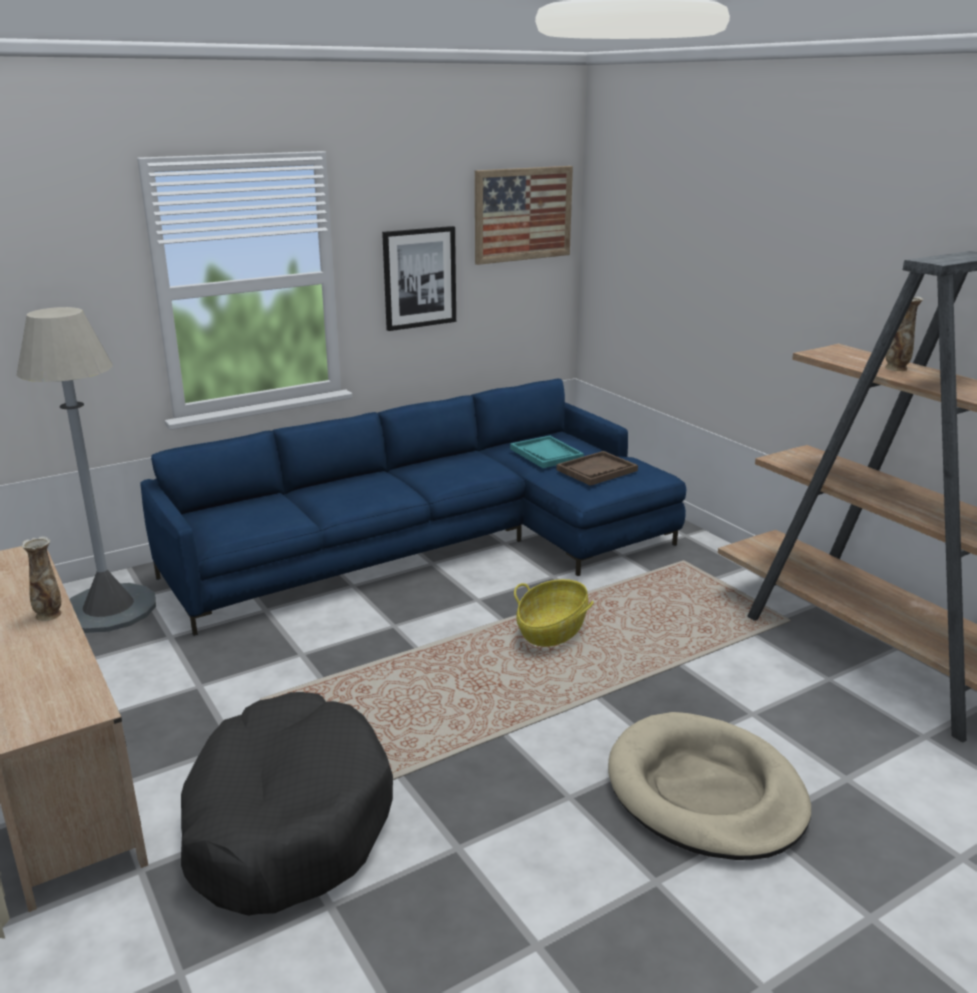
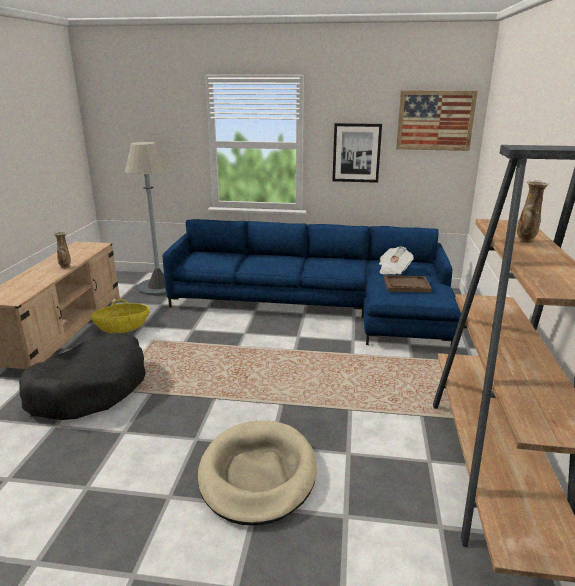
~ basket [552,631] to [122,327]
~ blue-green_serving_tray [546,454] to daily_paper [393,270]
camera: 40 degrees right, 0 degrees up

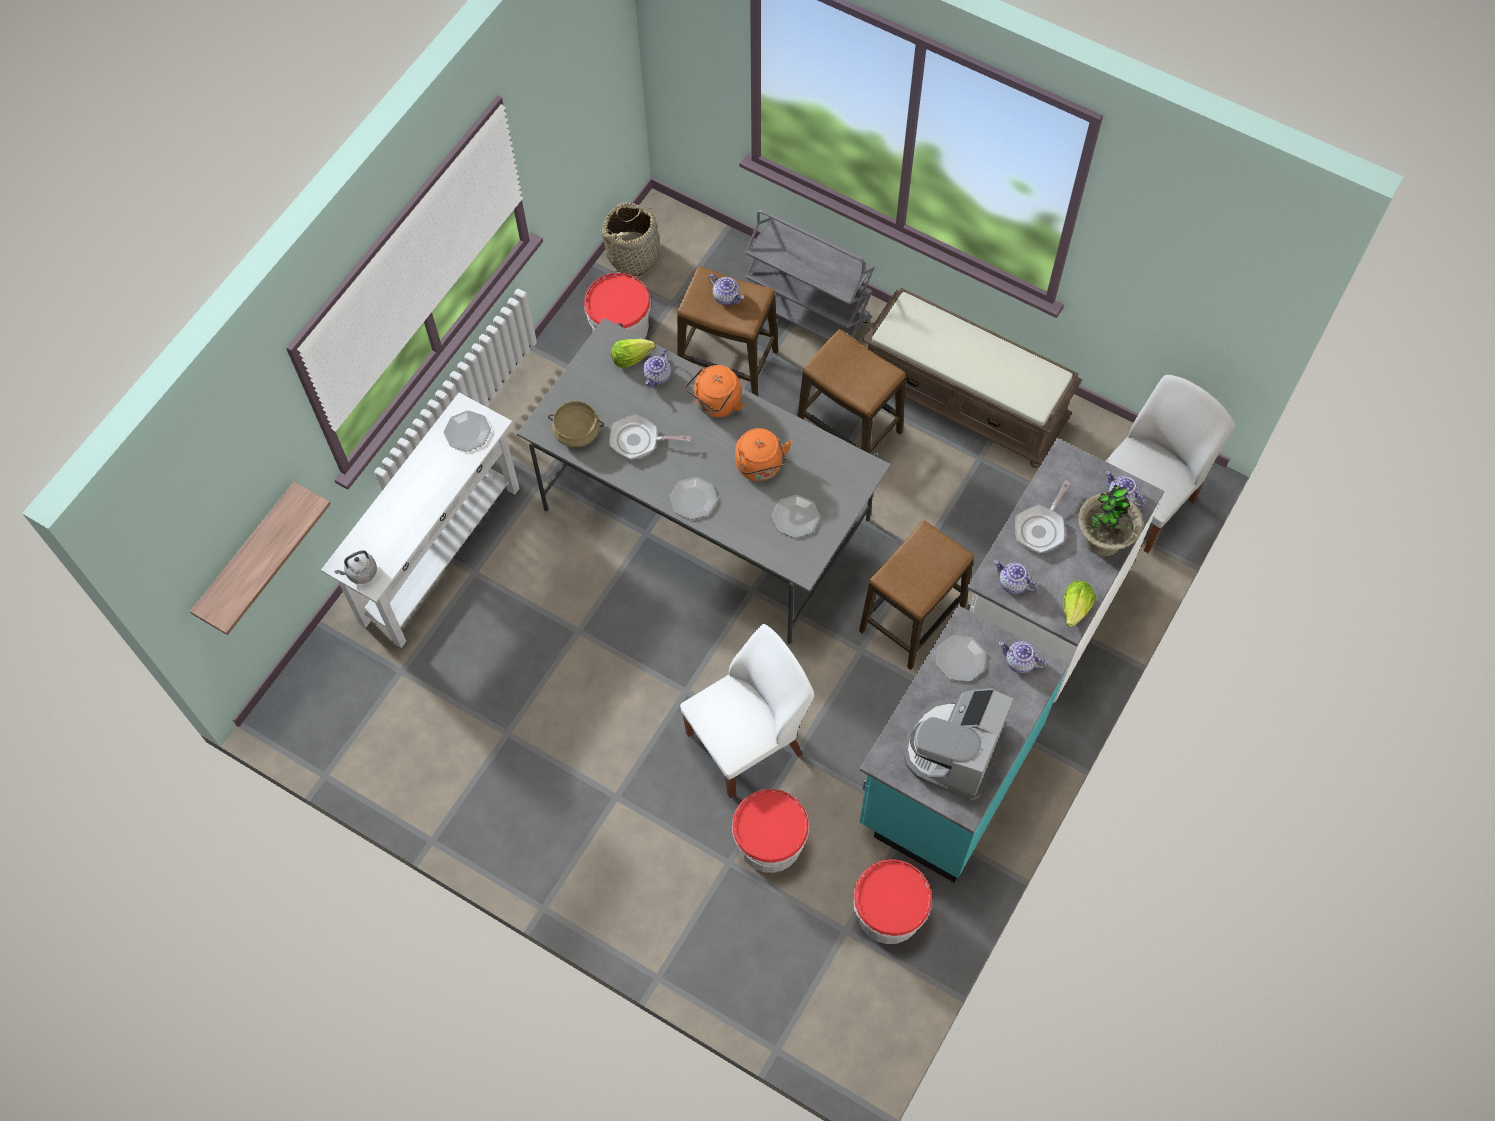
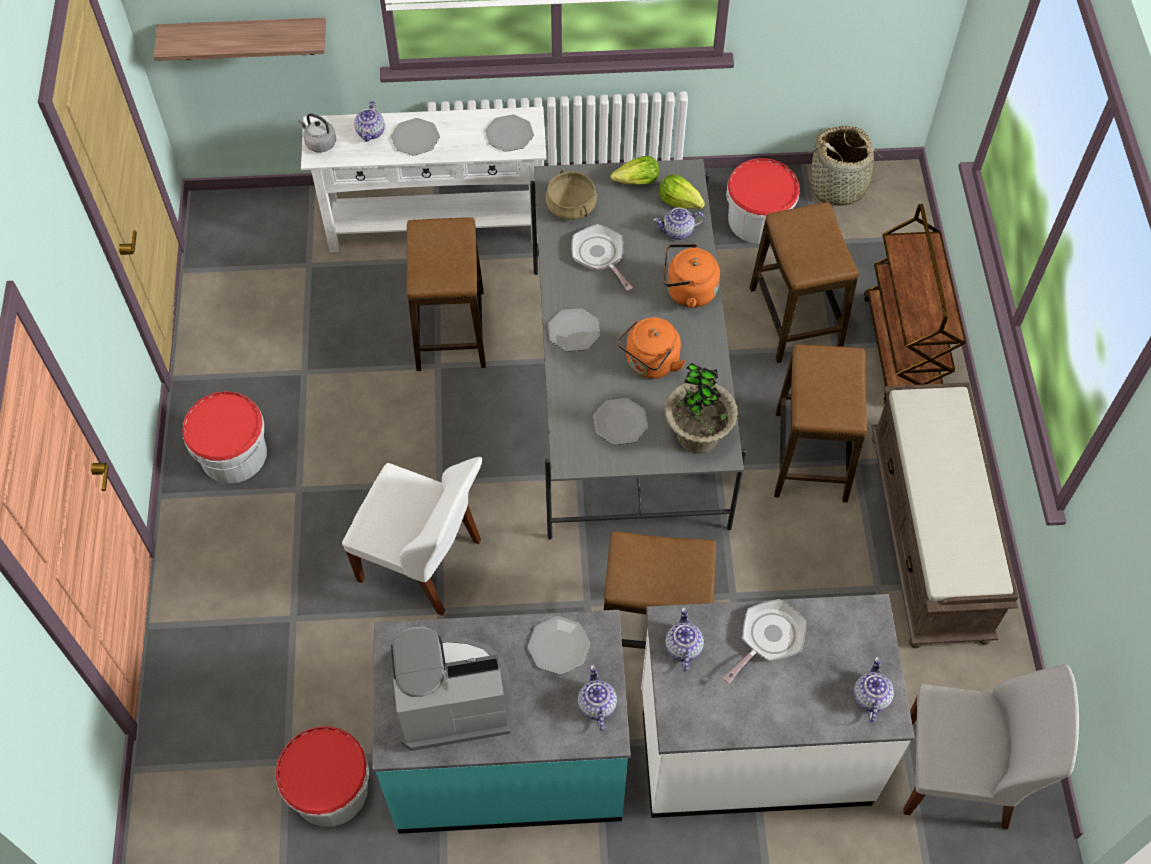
~ pail [769,841] to [233,454]
~ pot_for_tea [727,296] to [371,132]
+ dinner_plate [415,138]
+ stool_seat [450,330]
~ lettuce_head [1076,608] to [637,181]
~ houseplant [1103,539] to [697,435]
~ skillet [1041,528] = [768,638] 135 degrees clockwise
~ greyish_trolley [807,314] to brownish_trolley [902,351]
camera: 55 degrees right, 5 degrees down

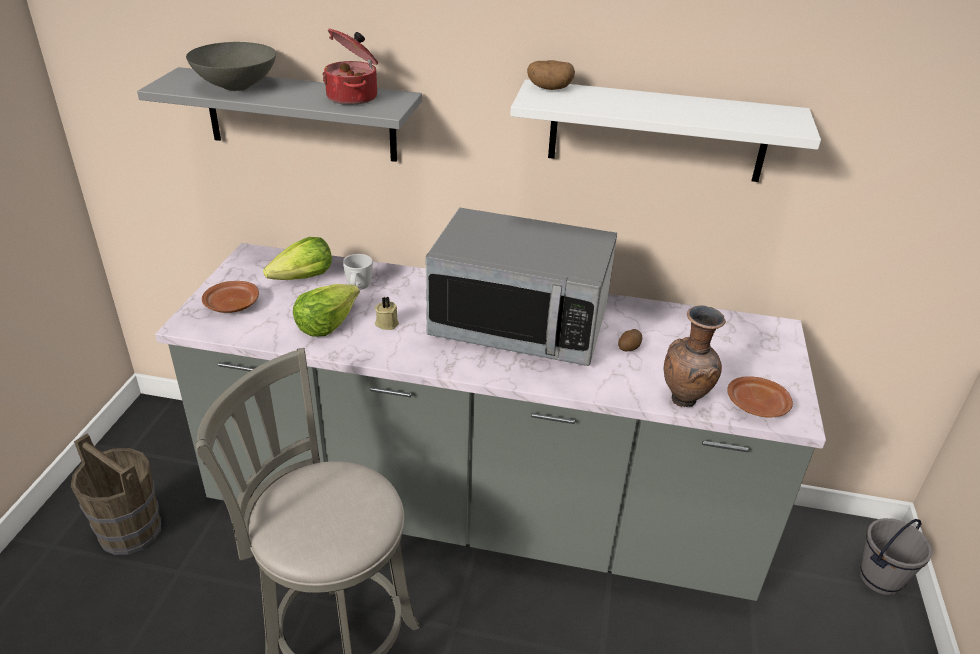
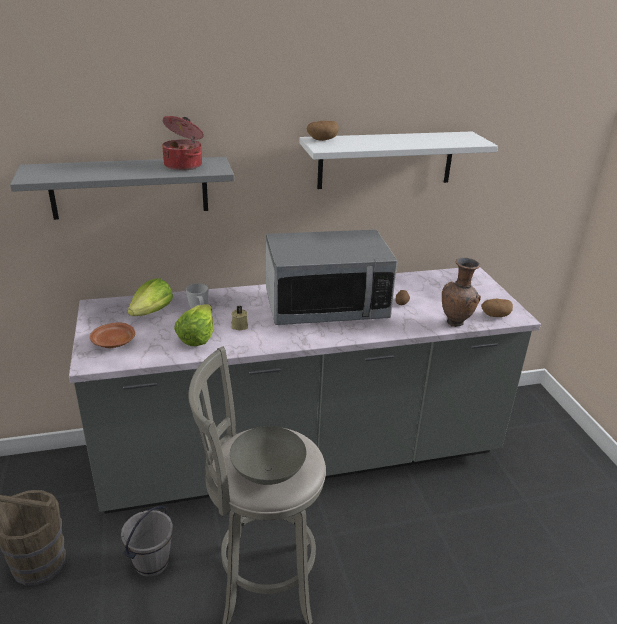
~ greyish_pail [879,578] to [151,562]
~ greyish_deep_dish [235,87] to [267,473]
~ brownish_dinner_plate [757,406] to potato [495,315]
camera: 25 degrees left, 5 degrees down

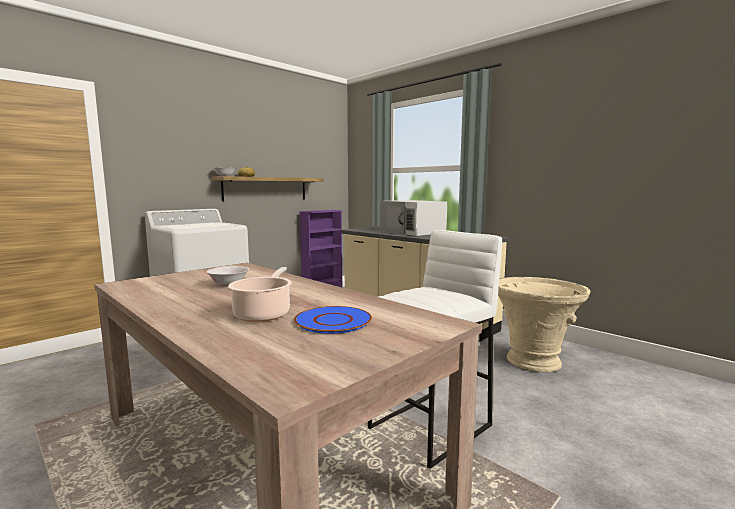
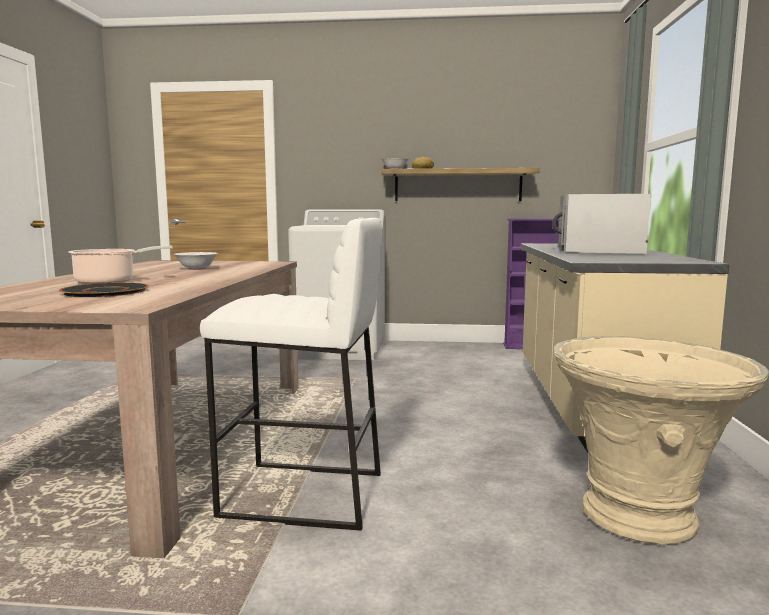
~ bluish_dinner_plate [333,321] to black-coloured_dinner_plate [106,291]
camera: 50 degrees right, 0 degrees up

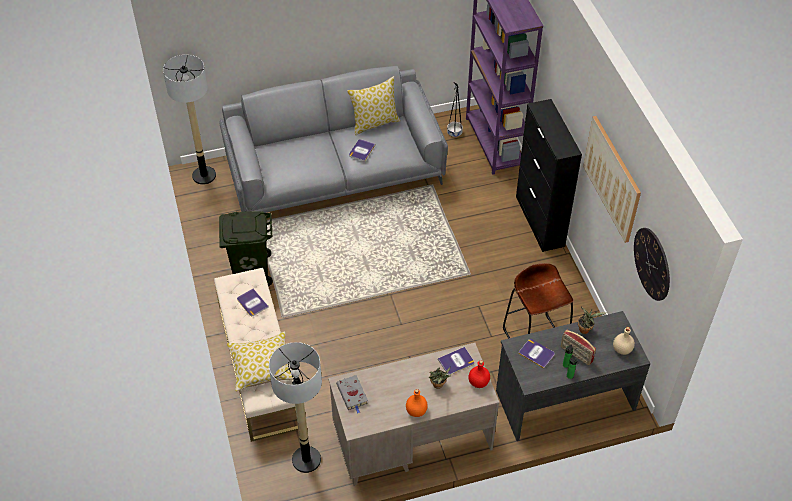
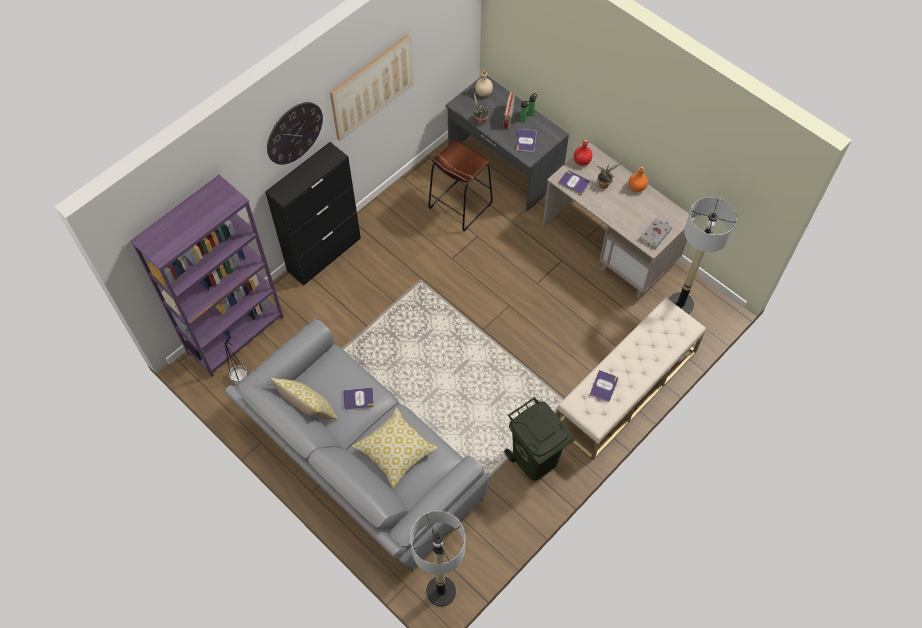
~ clock_on_the_wall [652,264] to [294,133]
~ throw_pillow [261,367] to [395,451]
camera: 120 degrees left, 10 degrees up

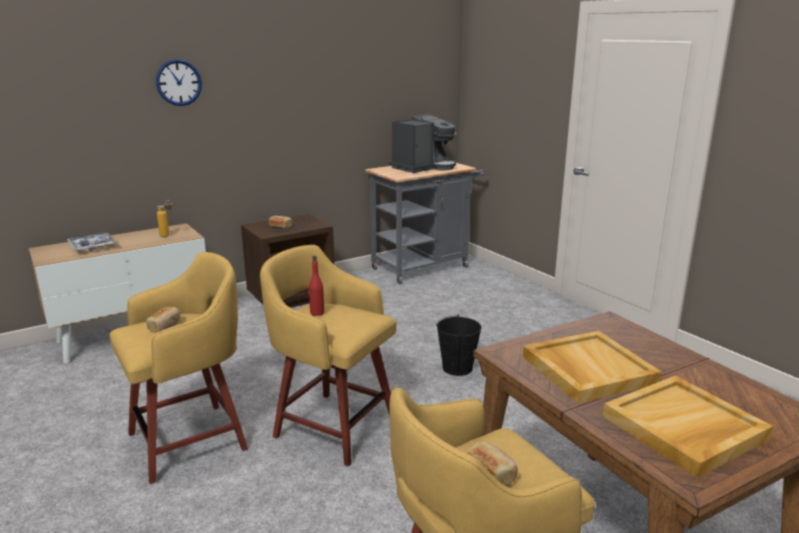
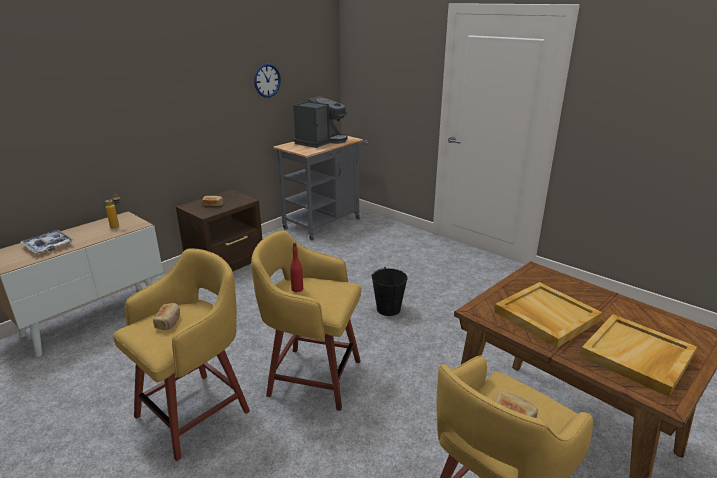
~ clock_on_the_wall [178,82] to [267,80]
camera: 15 degrees left, 5 degrees up

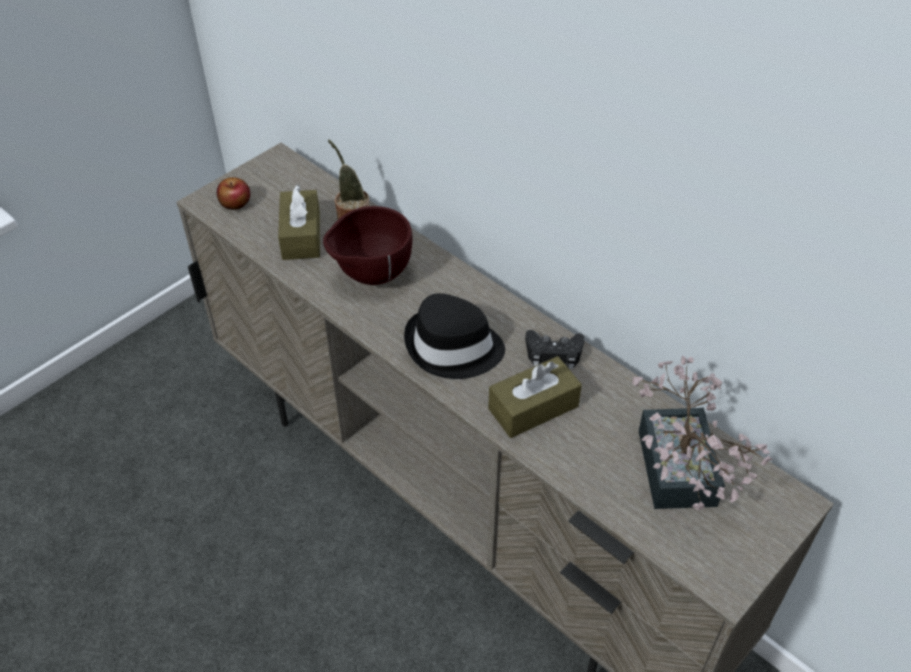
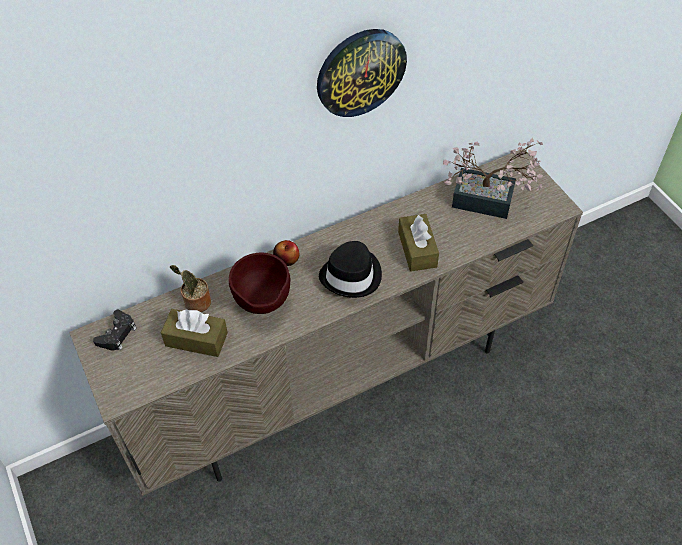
~ black-coloured_gamepad [553,353] to [117,334]
~ apple_fruit [235,203] to [287,259]
+ clock_on_the_wall [360,72]
camera: 70 degrees left, 5 degrees up

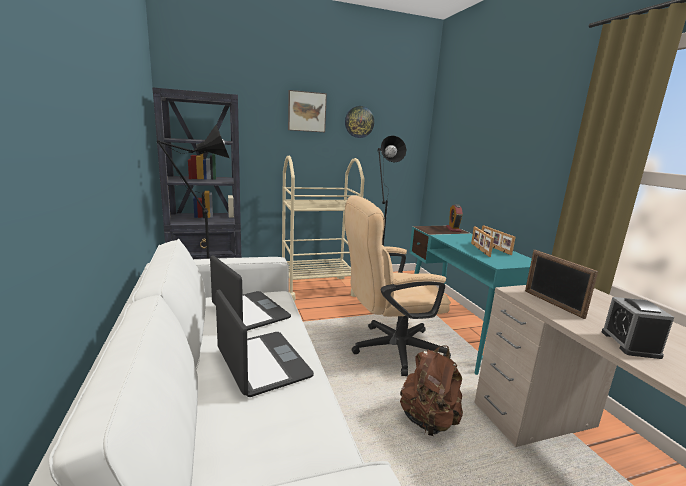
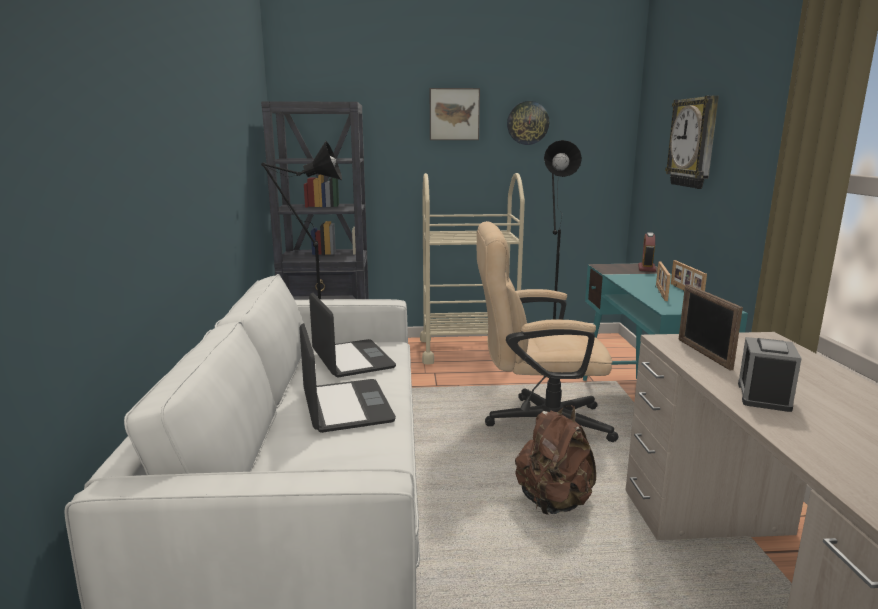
+ clock_on_the_wall [694,143]
camera: 15 degrees right, 0 degrees up

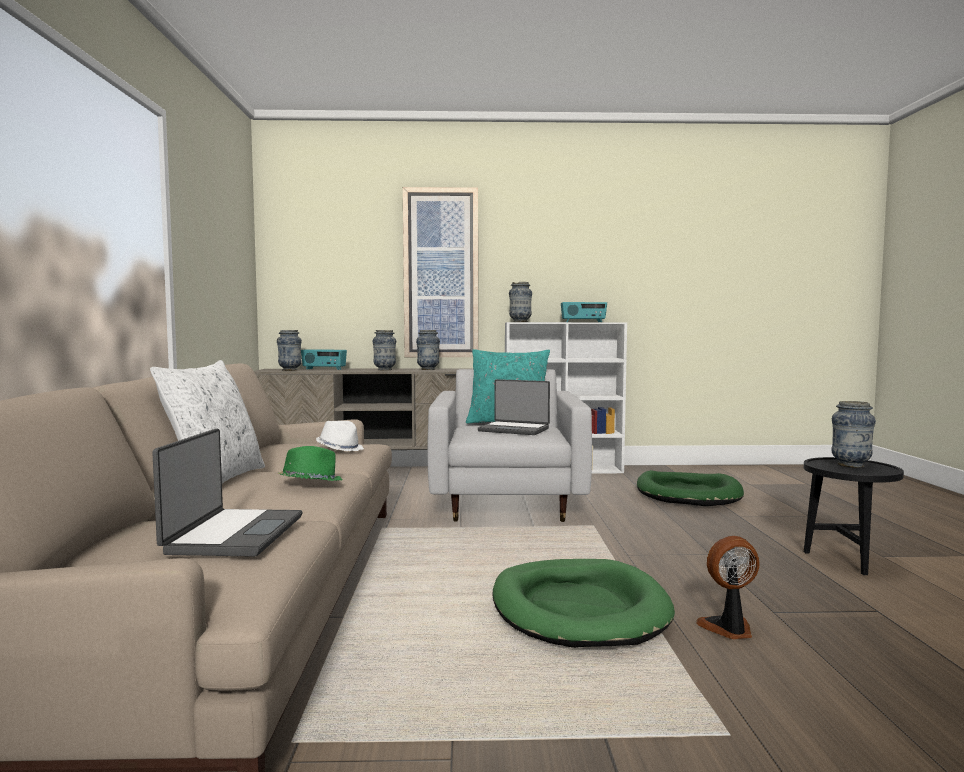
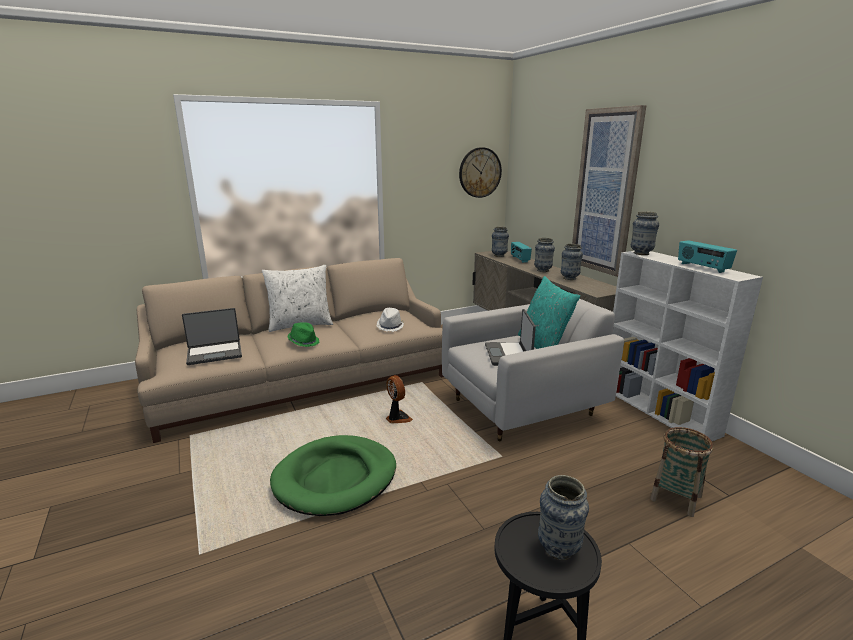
~ cooling_fan [728,629] to [397,418]
+ clock_on_the_wall [480,172]
~ green-coloured_dog_bed [688,493] to basket [676,498]
camera: 65 degrees right, 15 degrees up

